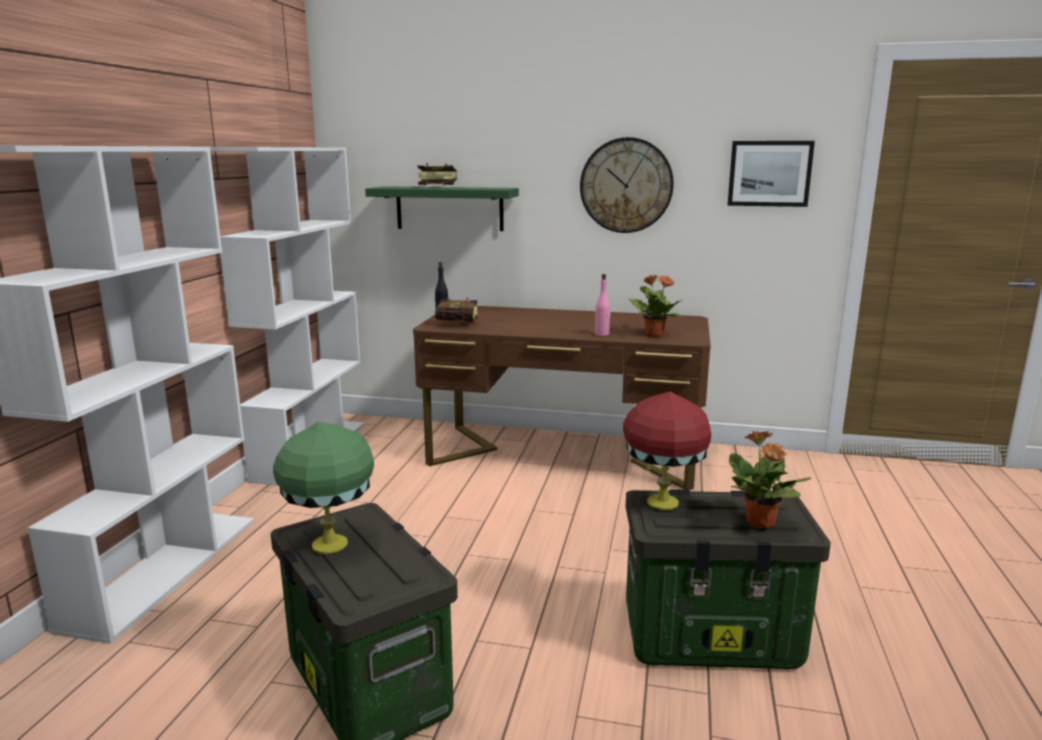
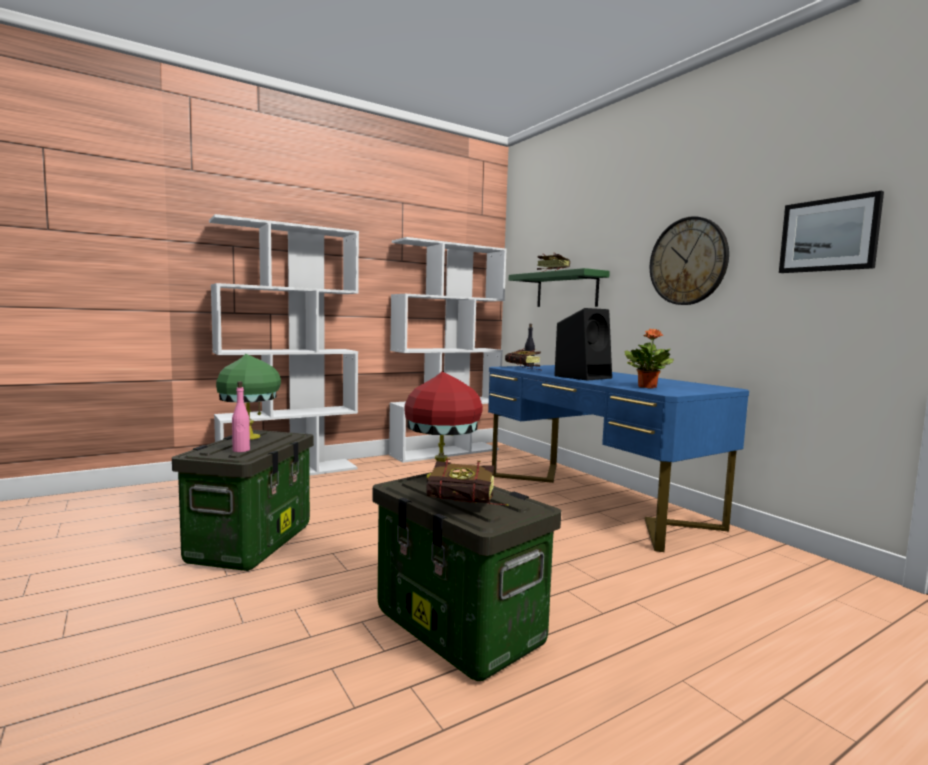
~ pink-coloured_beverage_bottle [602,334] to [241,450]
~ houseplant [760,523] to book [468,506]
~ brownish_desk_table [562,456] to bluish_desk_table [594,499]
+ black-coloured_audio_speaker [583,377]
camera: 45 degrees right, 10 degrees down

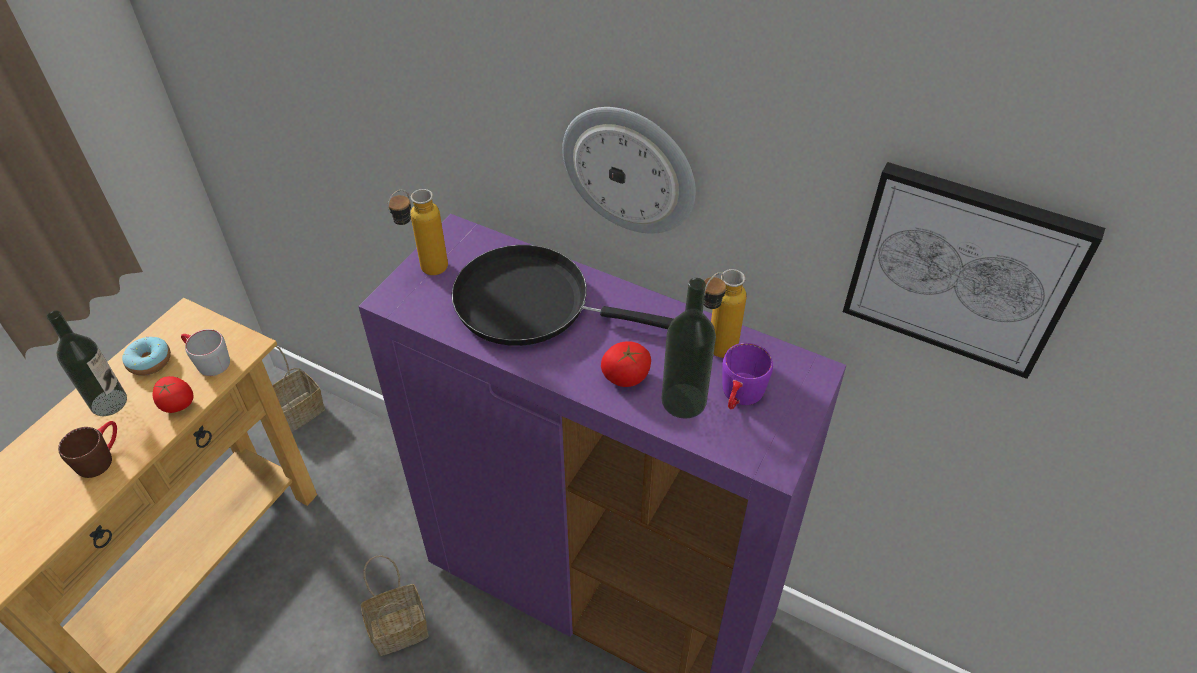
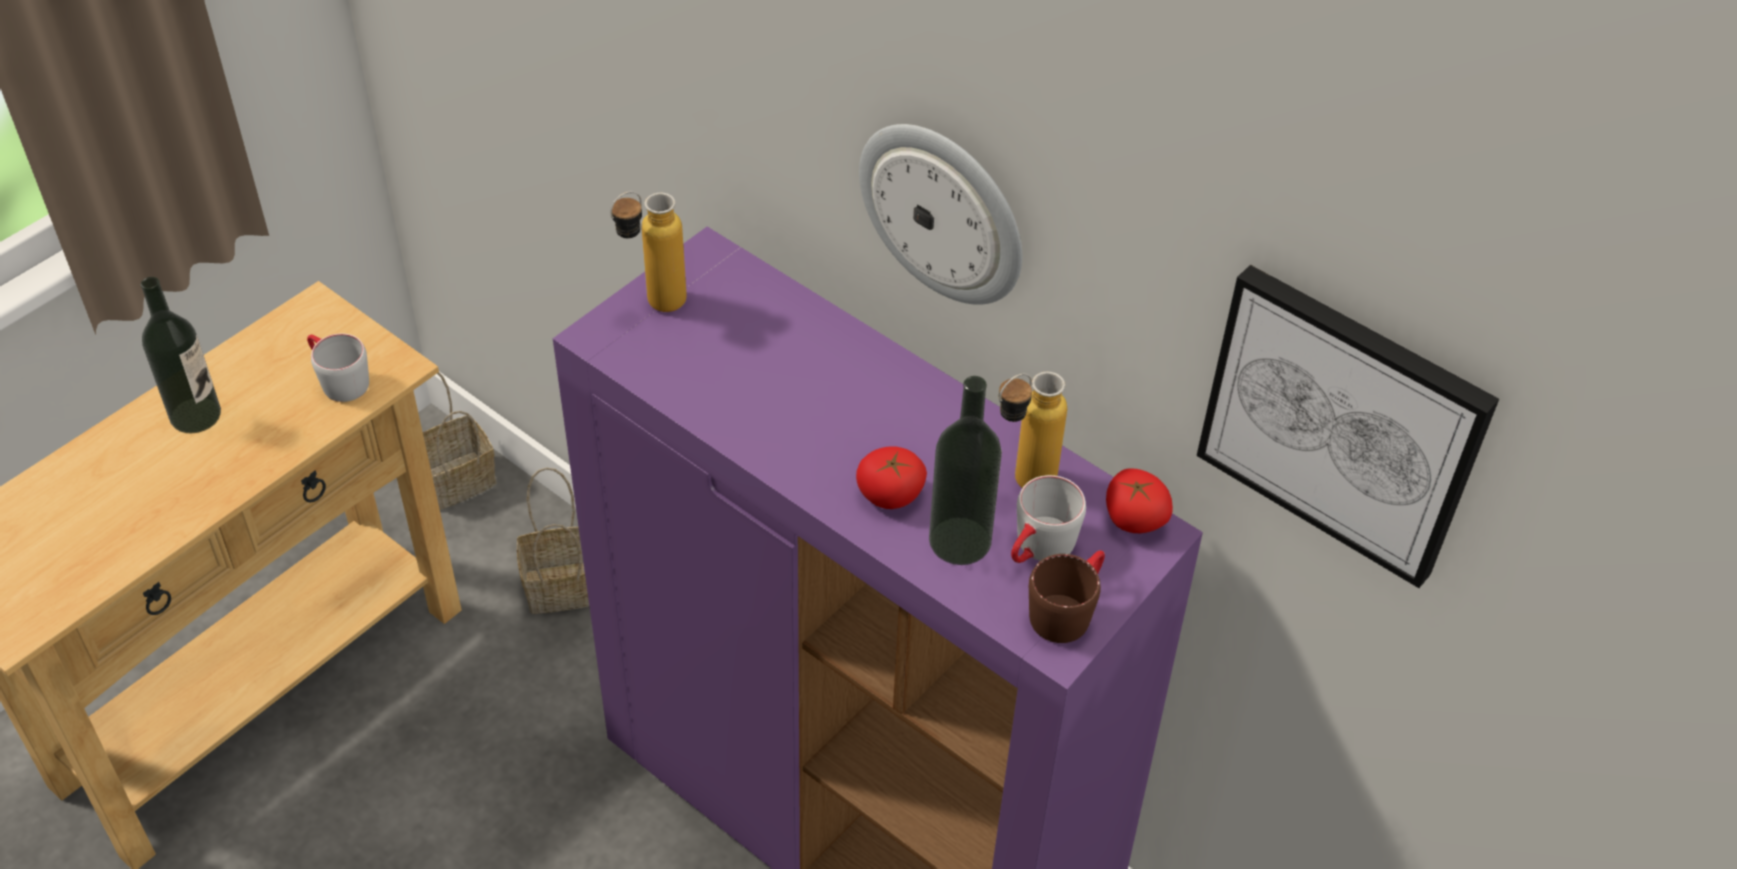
~ basket [401,627] to [565,586]
~ purplish_tea_mug [740,397] to greyish_tea_mug [1038,549]
~ brownish_tea_mug [101,457] to [1067,609]
~ fresh_tomato [177,404] to [1133,519]
- donut [149,362]
- black-coloured_skillet [532,304]
camera: 10 degrees right, 0 degrees up

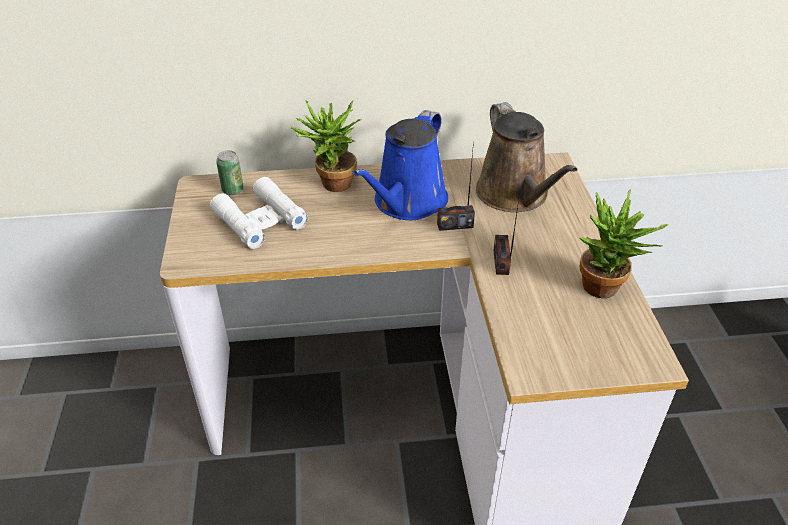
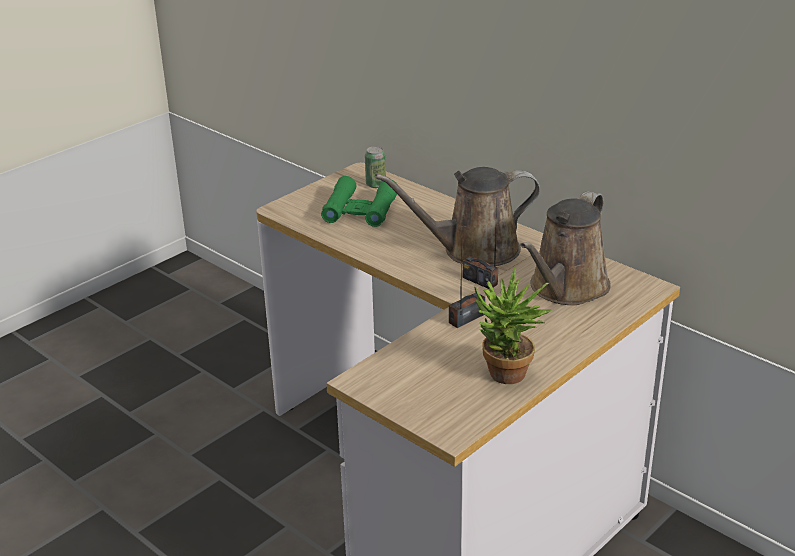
~ white_binoculars [260,220] to green-coloured_binoculars [360,210]
~ bluish_sprinkling_can [407,203] to brownish_sprinkling_can [473,250]
- houseplant [331,186]
camera: 50 degrees right, 10 degrees down

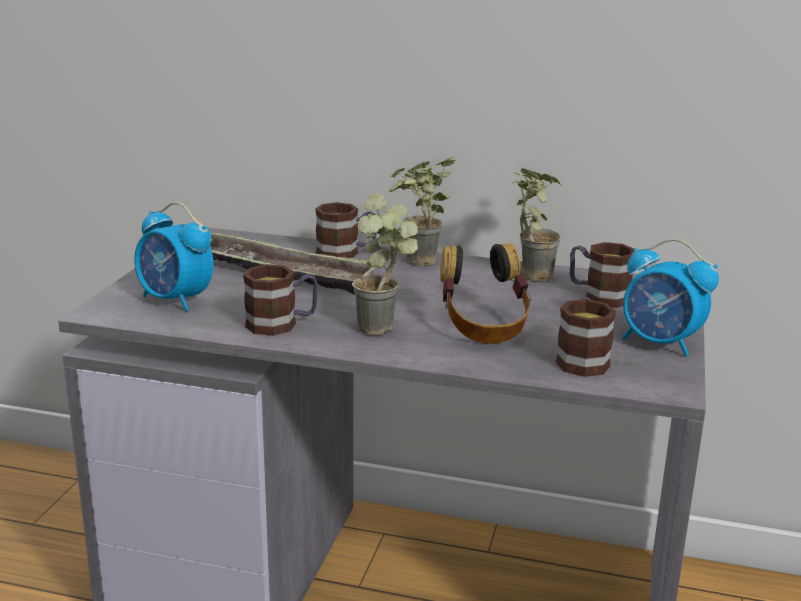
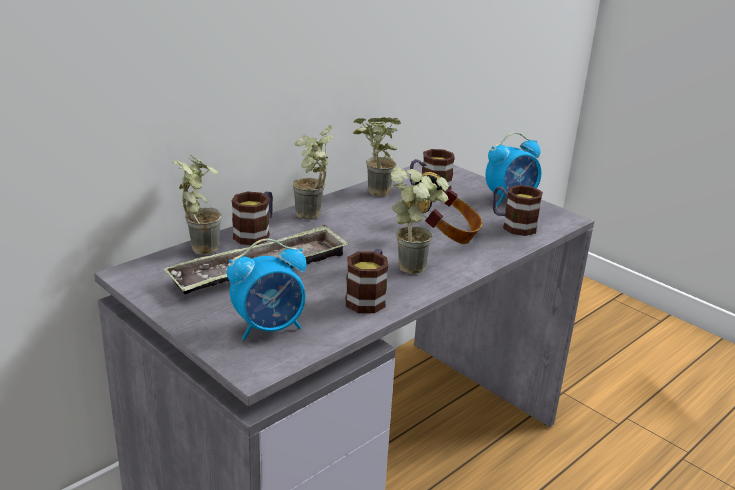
+ houseplant [199,246]
camera: 60 degrees left, 5 degrees up

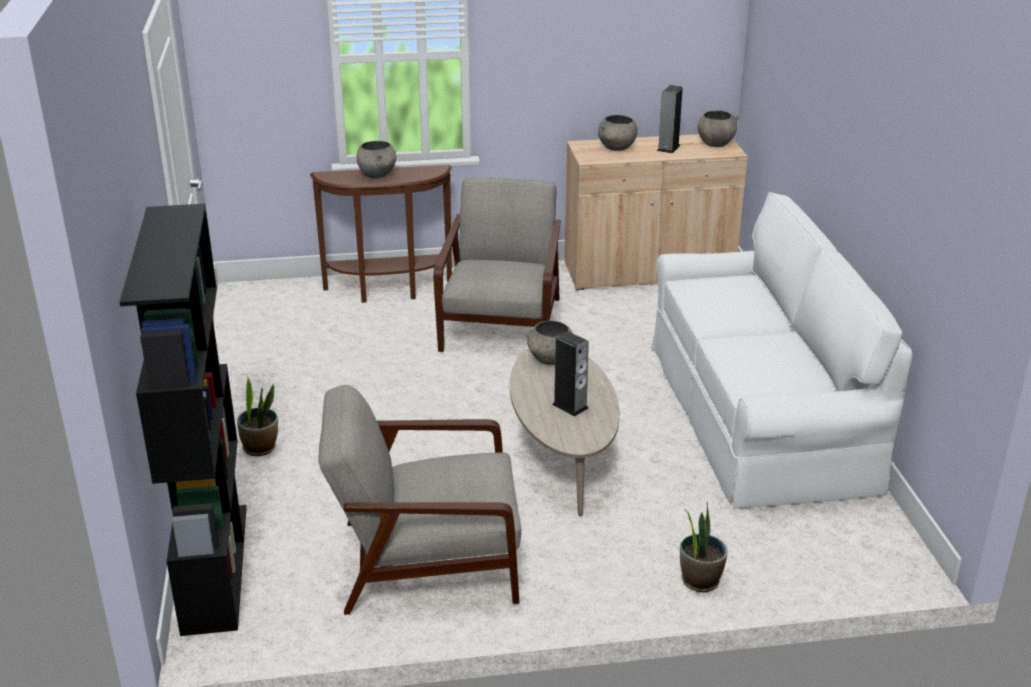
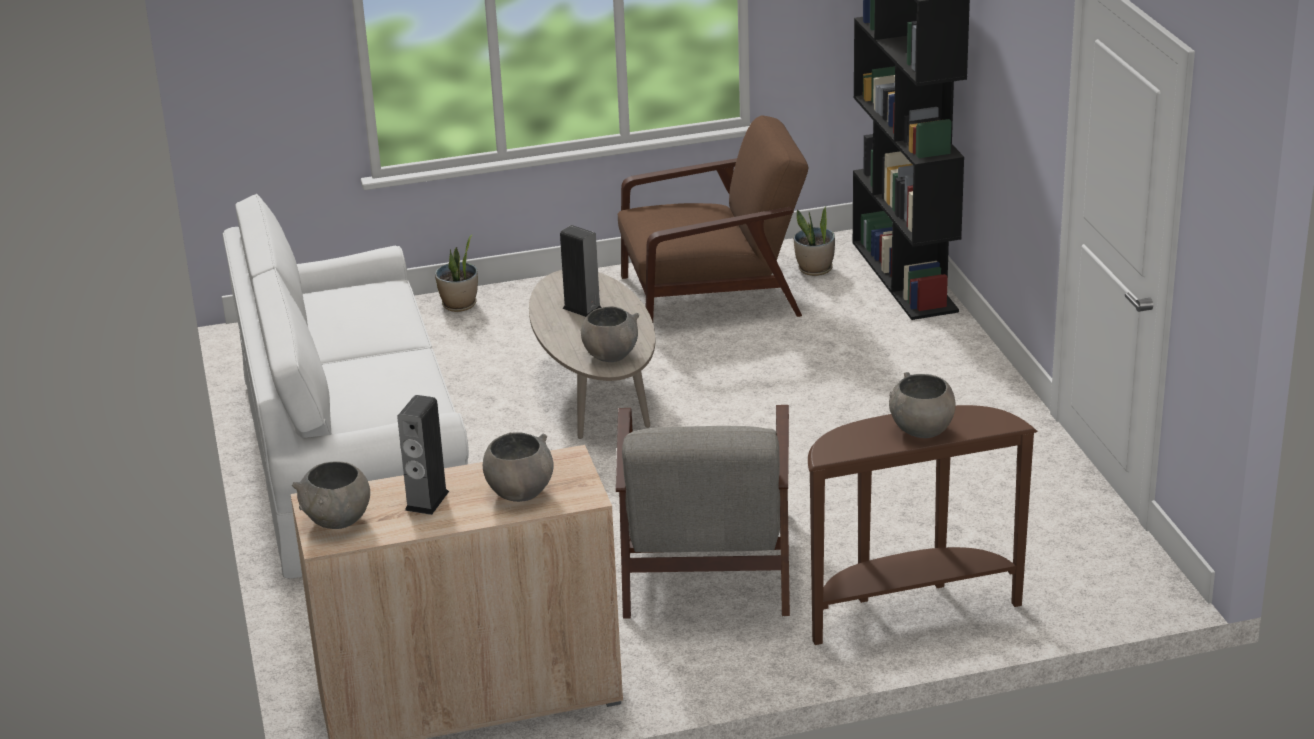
~ greyish_armchair [426,561] to brownish_armchair [713,296]
~ houseplant [260,448] to [814,269]
camera: 175 degrees right, 0 degrees up

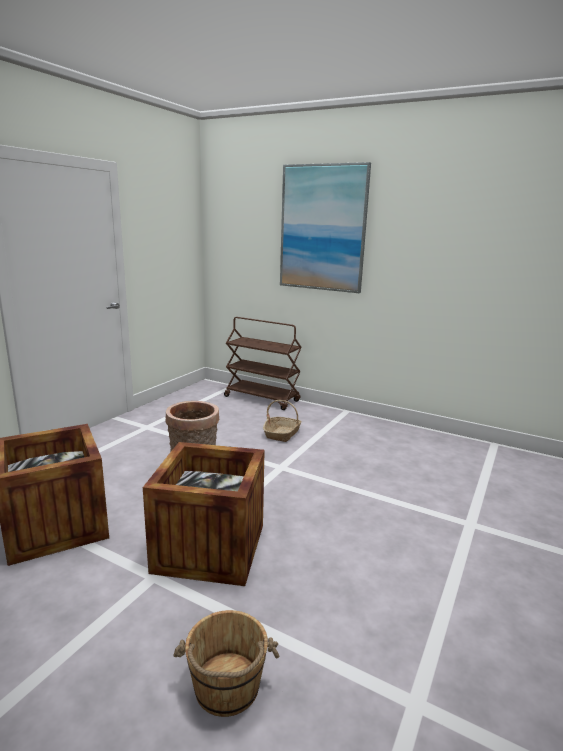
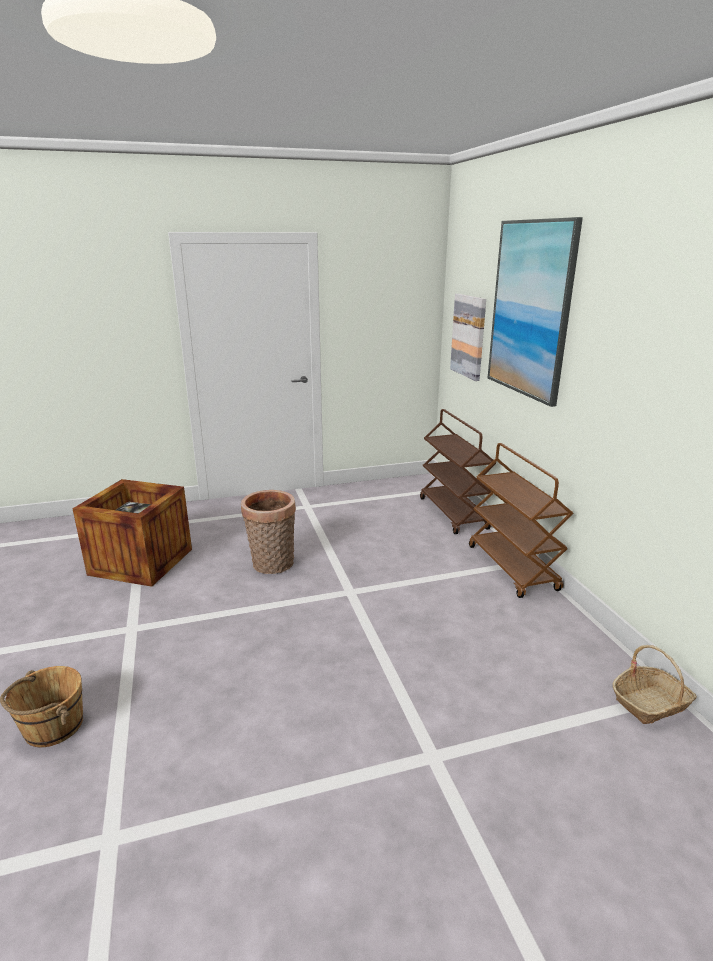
+ wall_art [469,336]
+ brownish_trolley [512,568]
~ basket [282,434] to [650,703]
- shipping_crate [210,548]
camera: 45 degrees right, 5 degrees up

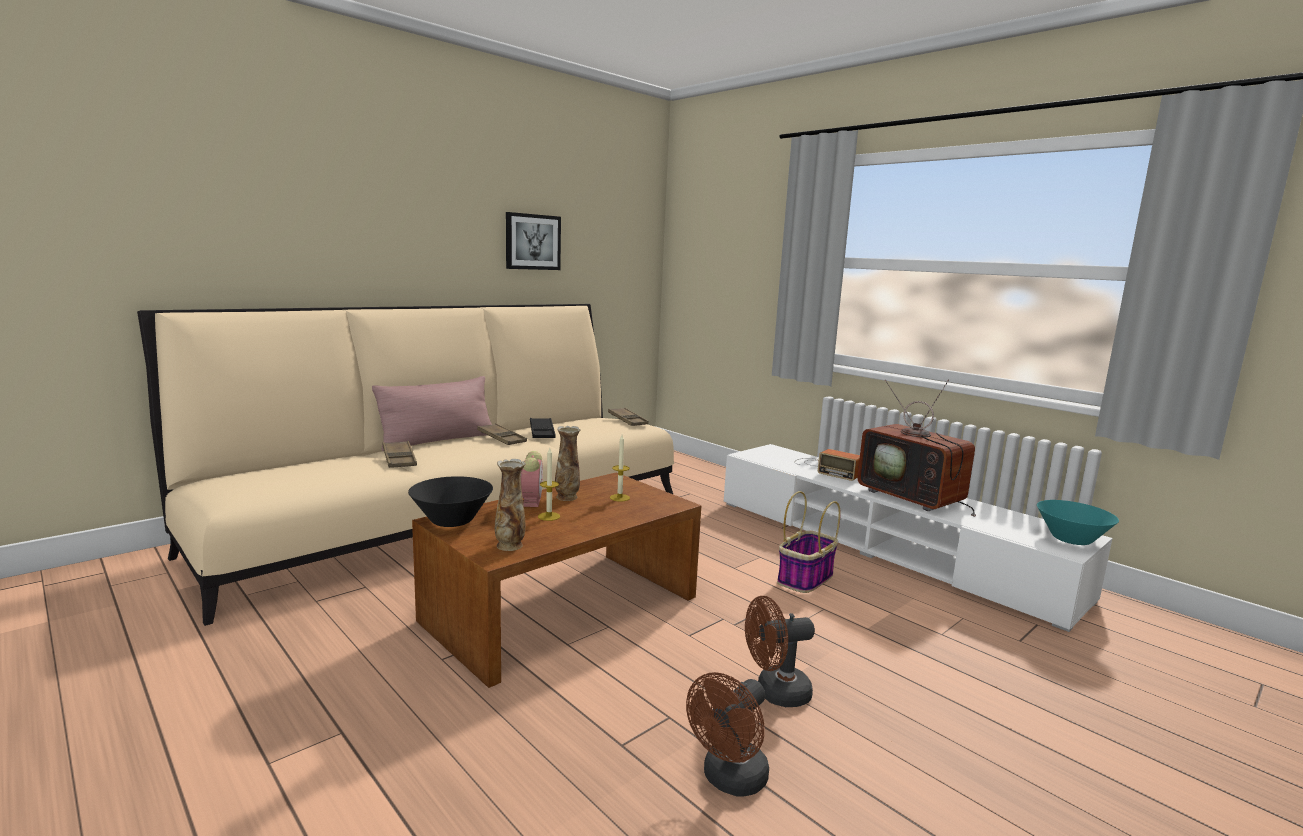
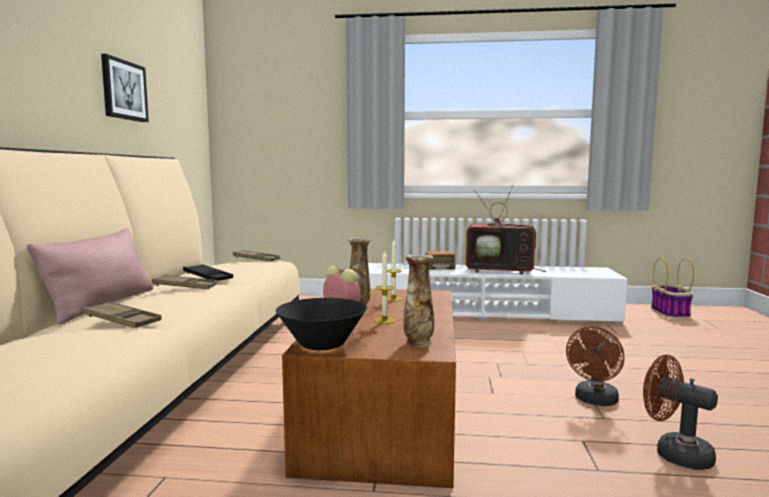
~ brownish_cooling_fan [729,780] = [674,453] 135 degrees clockwise
~ basket [805,579] to [670,313]
- blue-green_deep_dish [1071,539]
camera: 40 degrees left, 5 degrees down

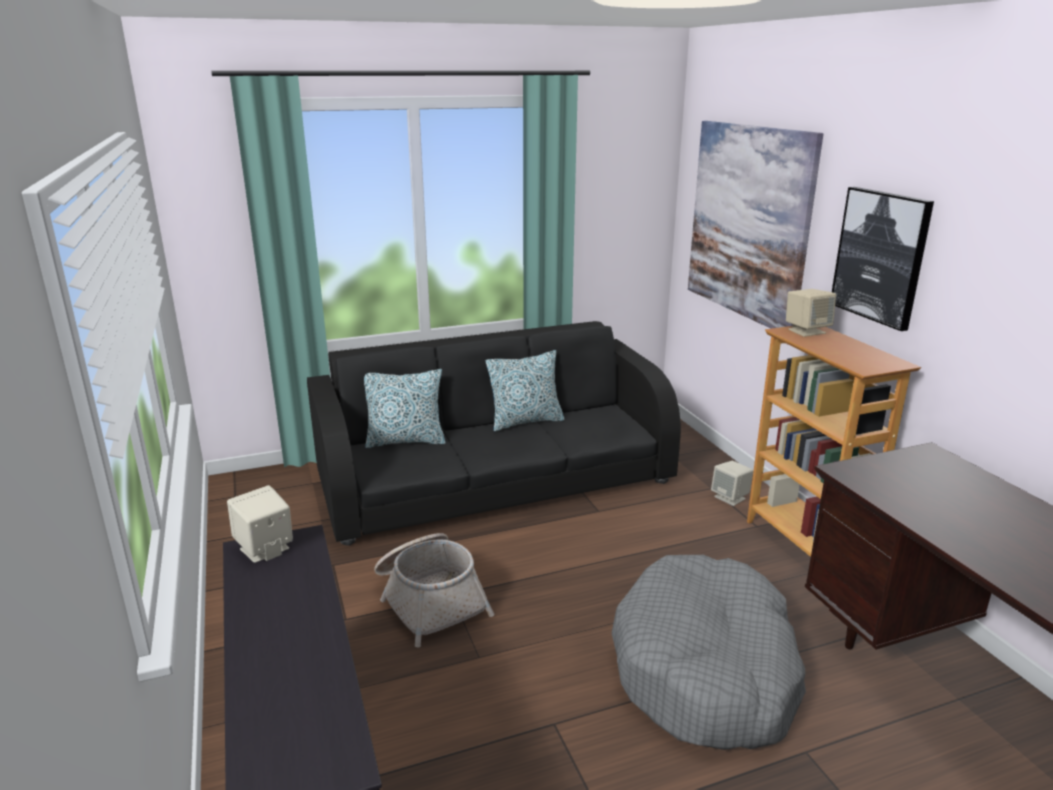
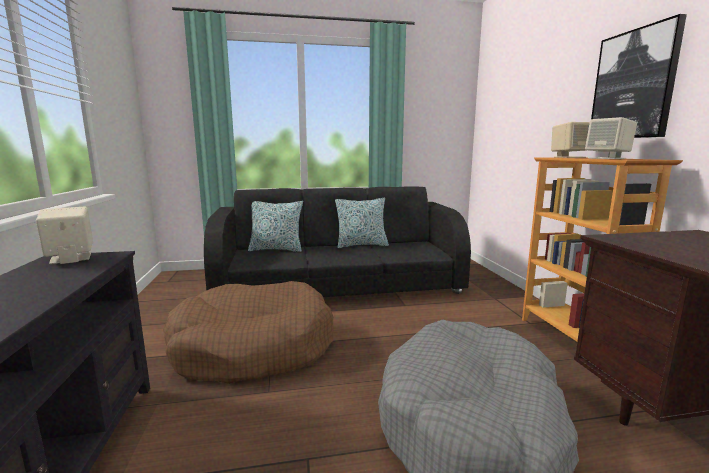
~ basket [429,600] to brownish_dog_bed [253,347]
~ beige_audio_speaker [730,498] to [607,158]
- wall_art [748,222]
camera: 10 degrees right, 10 degrees down

